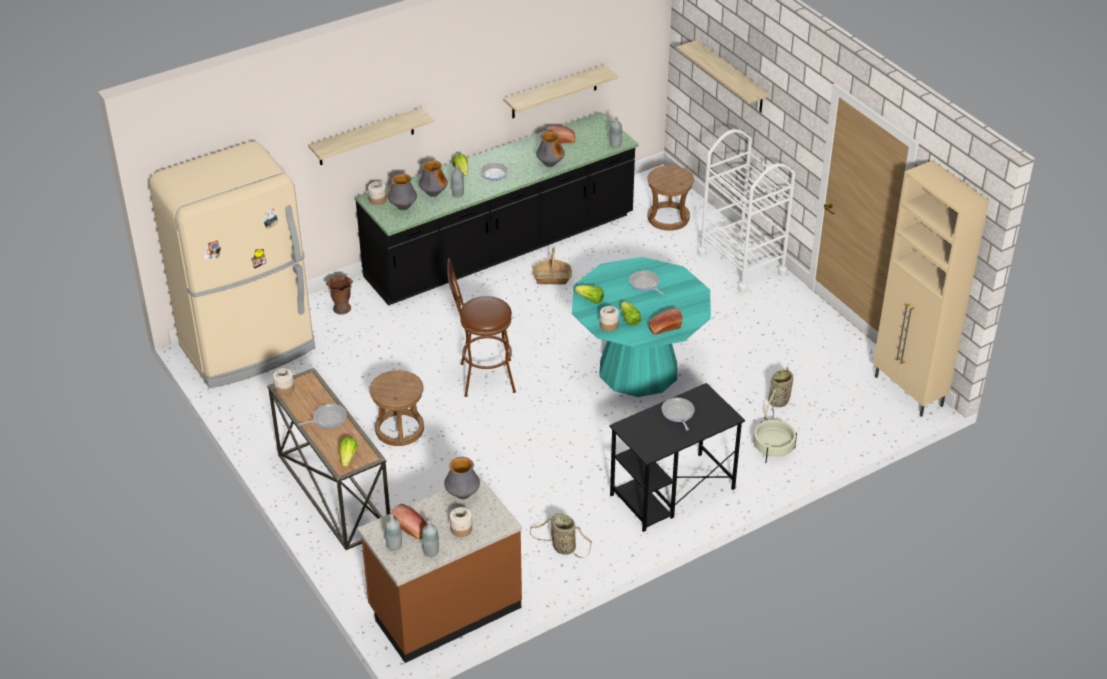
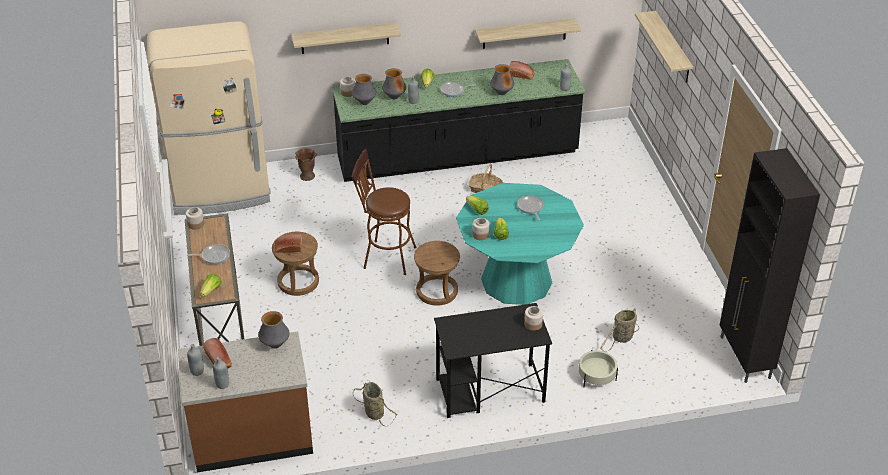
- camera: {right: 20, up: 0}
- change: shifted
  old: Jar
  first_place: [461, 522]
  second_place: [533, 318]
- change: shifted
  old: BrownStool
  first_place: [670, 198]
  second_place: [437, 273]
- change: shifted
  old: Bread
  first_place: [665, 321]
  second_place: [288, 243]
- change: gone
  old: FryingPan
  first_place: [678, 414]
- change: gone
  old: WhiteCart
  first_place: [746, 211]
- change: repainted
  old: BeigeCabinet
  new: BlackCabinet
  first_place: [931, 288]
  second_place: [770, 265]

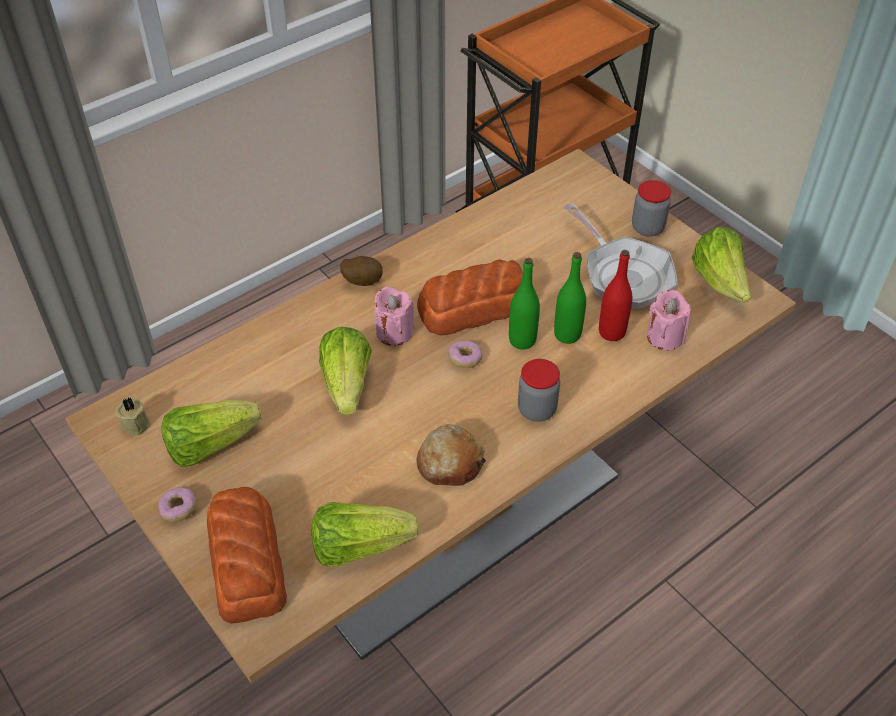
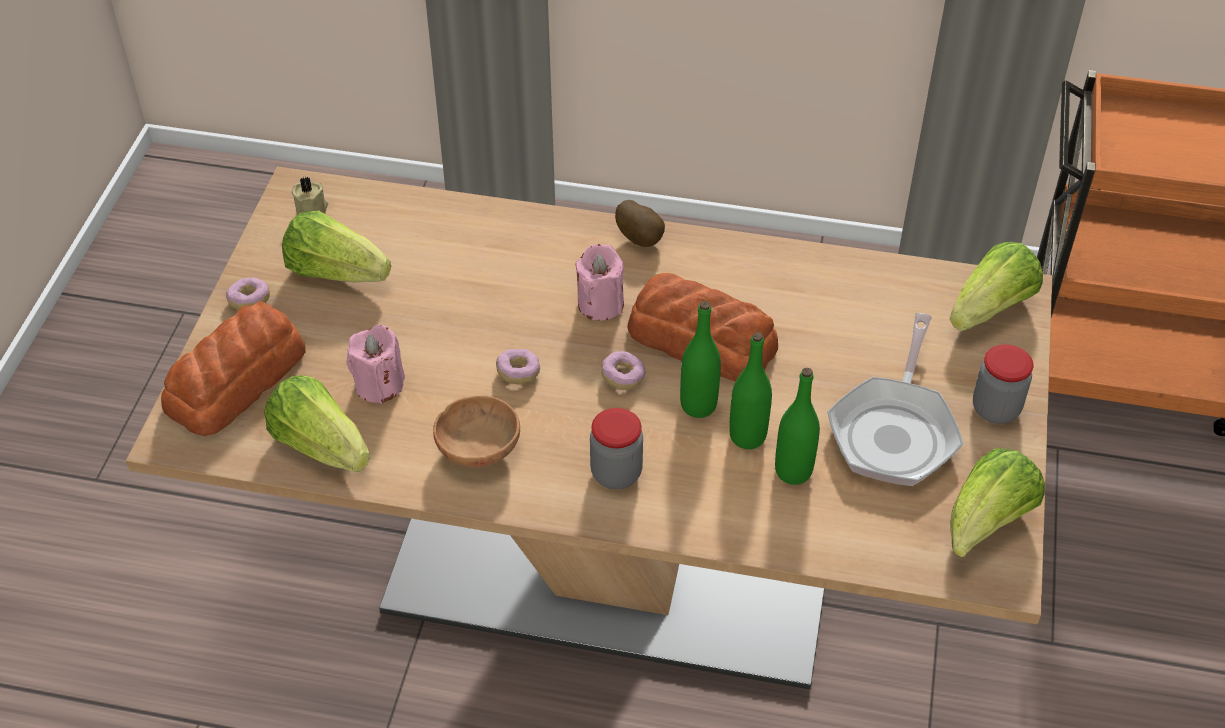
- camera: {right: 50, up: 0}
- change: shifted
  old: Lettuce
  first_place: [345, 371]
  second_place: [996, 286]
- change: swapped
  old: Bread
  new: BrownBowl
  first_place: [451, 455]
  second_place: [476, 431]
- change: repainted
  old: RedBottle
  new: GreenBottle
  first_place: [615, 295]
  second_place: [797, 426]
- change: shifted
  old: PinkCandle
  first_place: [669, 320]
  second_place: [376, 364]
- change: new
  new: Donut
  second_place: [518, 366]

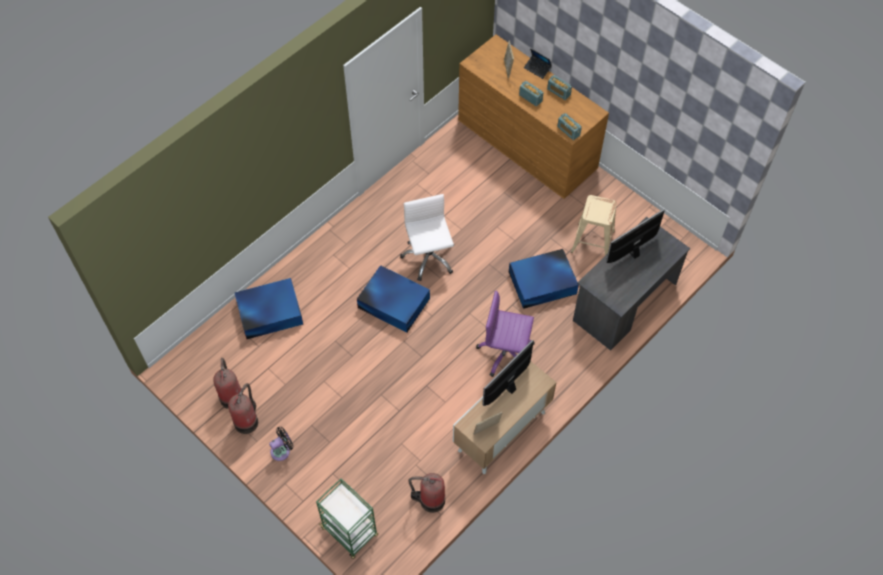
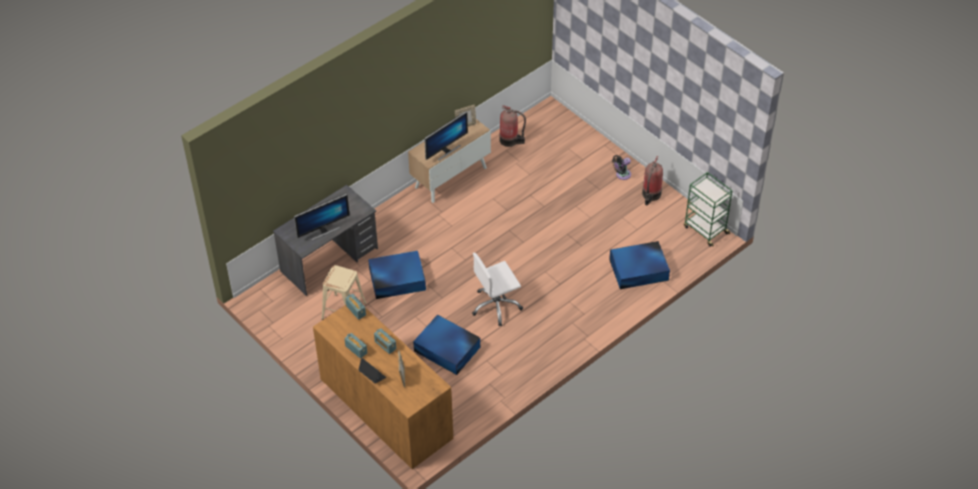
- camera: {right: -175, up: -10}
- change: gone
  old: FireExtinguisher
  first_place: [228, 383]
- change: shifted
  old: GreenCart
  first_place: [347, 518]
  second_place: [708, 209]
- change: shifted
  old: BlueStorageBox
  first_place: [393, 299]
  second_place: [446, 344]
- change: rotated
  old: WhiteOfficeChair
  first_place: [427, 237]
  second_place: [497, 289]
  degrees: 75
- change: gone
  old: PurpleOfficeChair
  first_place: [505, 334]

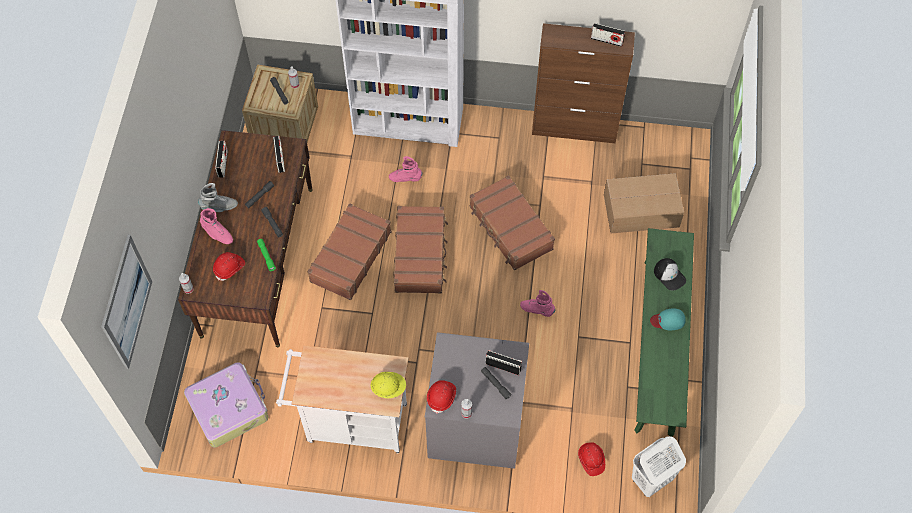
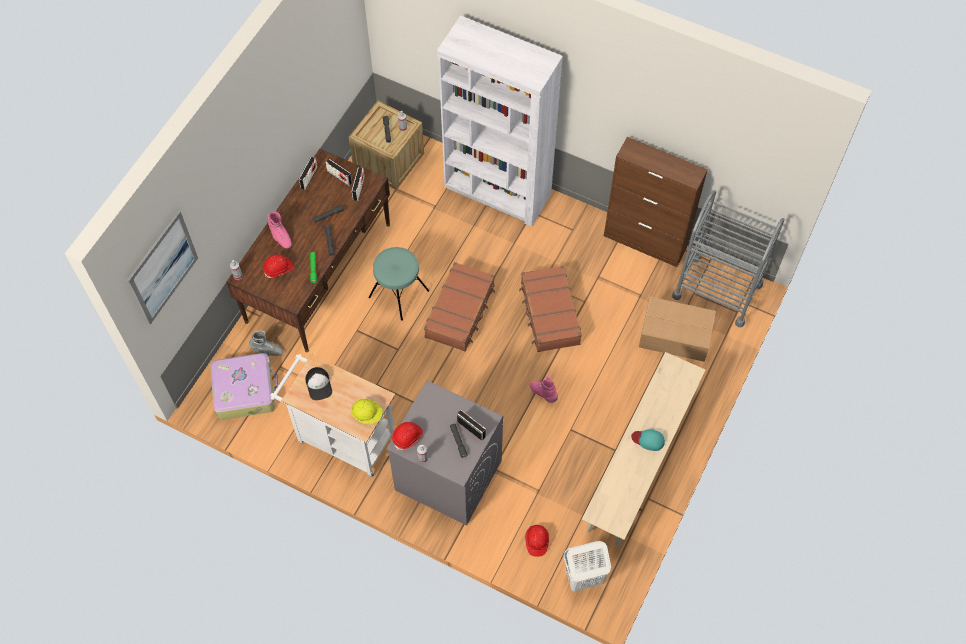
- camera: {right: 20, up: 0}
- change: shifted
  old: GreyBoot
  first_place: [218, 197]
  second_place: [266, 343]
- change: swapped
  old: BrownSuitcase
  new: TurquoiseStool
  first_place: [349, 251]
  second_place: [398, 284]
- change: gone
  old: PinkBoot
  first_place: [405, 169]
- change: shifted
  old: Radio
  first_place: [608, 35]
  second_place: [338, 172]
- change: repainted
  old: GreenBench
  new: BeigeBench
  first_place: [664, 332]
  second_place: [644, 449]
- change: shifted
  old: Cap
  first_place: [670, 274]
  second_place: [318, 383]
- change: new
  new: GreyCart
  second_place: [728, 259]

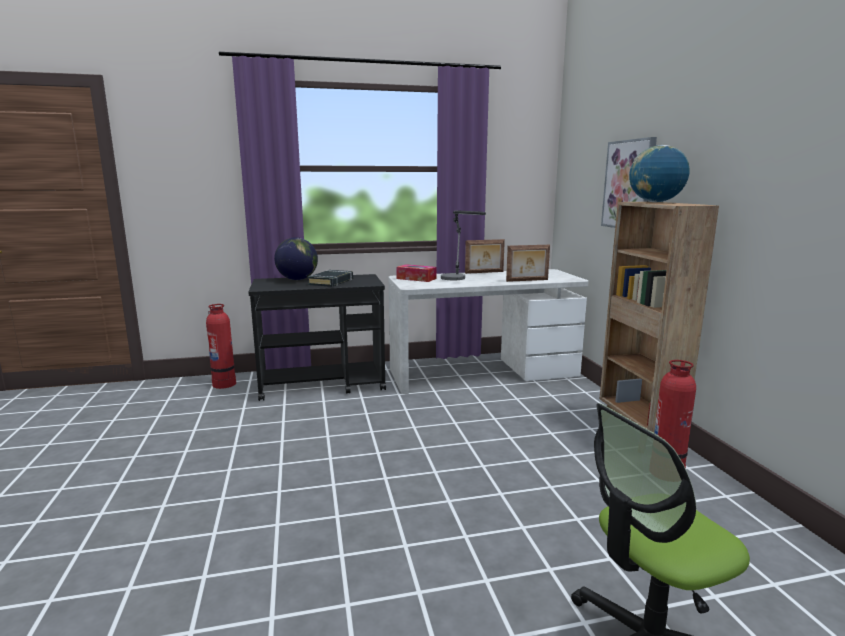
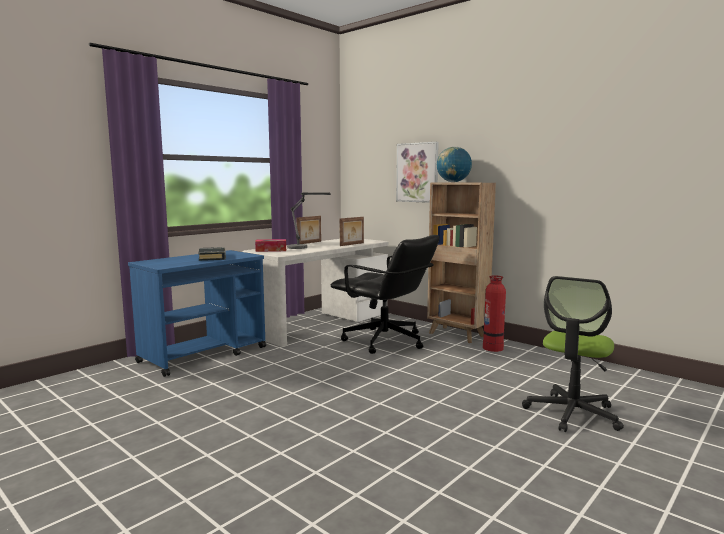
- camera: {right: -35, up: -5}
- change: gone
  old: FireExtinguisher
  first_place: [221, 346]
- change: repainted
  old: BlackCart
  new: BlueCart
  first_place: [317, 337]
  second_place: [197, 313]
- change: gone
  old: Globe
  first_place: [296, 259]
- change: new
  new: BlackOfficeChair
  second_place: [385, 294]

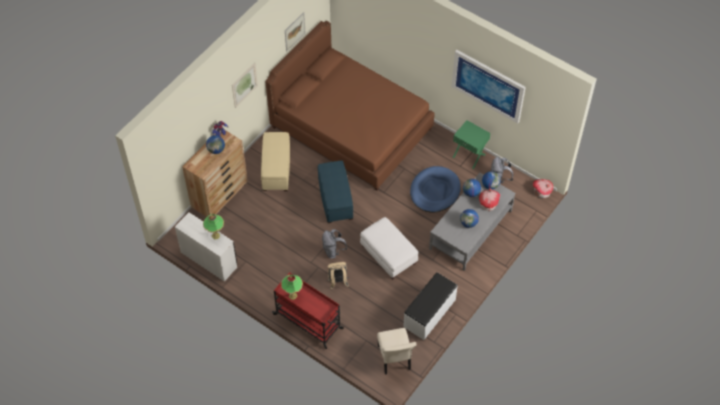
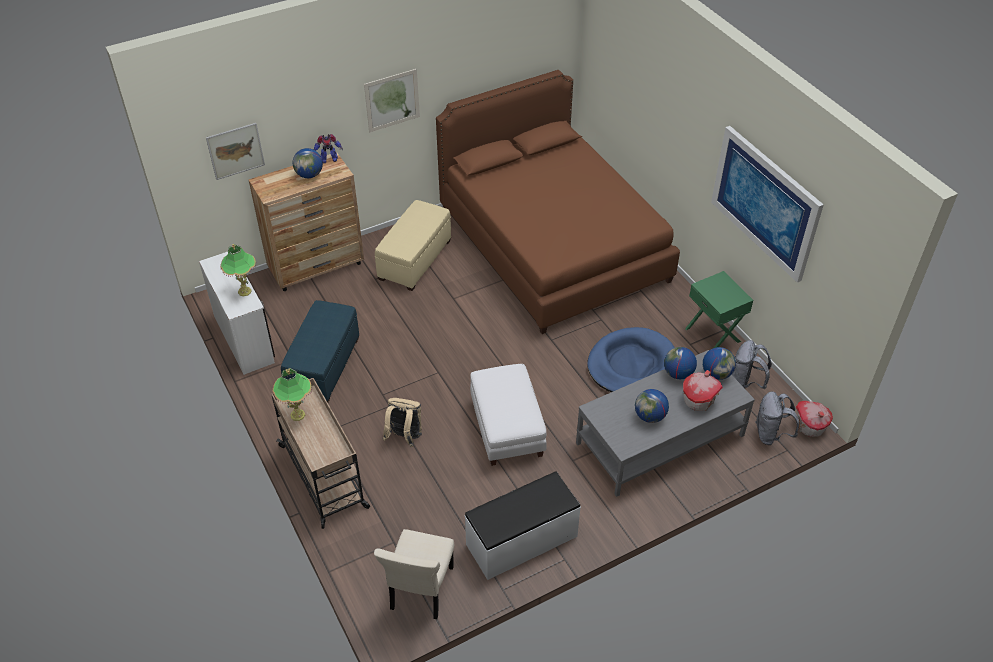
- camera: {right: 25, up: -10}
- change: repainted
  old: RedCart
  new: BeigeCart
  first_place: [308, 310]
  second_place: [320, 453]
- change: shifted
  old: Picture
  first_place: [295, 31]
  second_place: [235, 151]
- change: shifted
  old: BlueOttoman
  first_place: [335, 192]
  second_place: [320, 351]
- change: shifted
  old: GreyBackpack
  first_place: [334, 244]
  second_place: [777, 418]

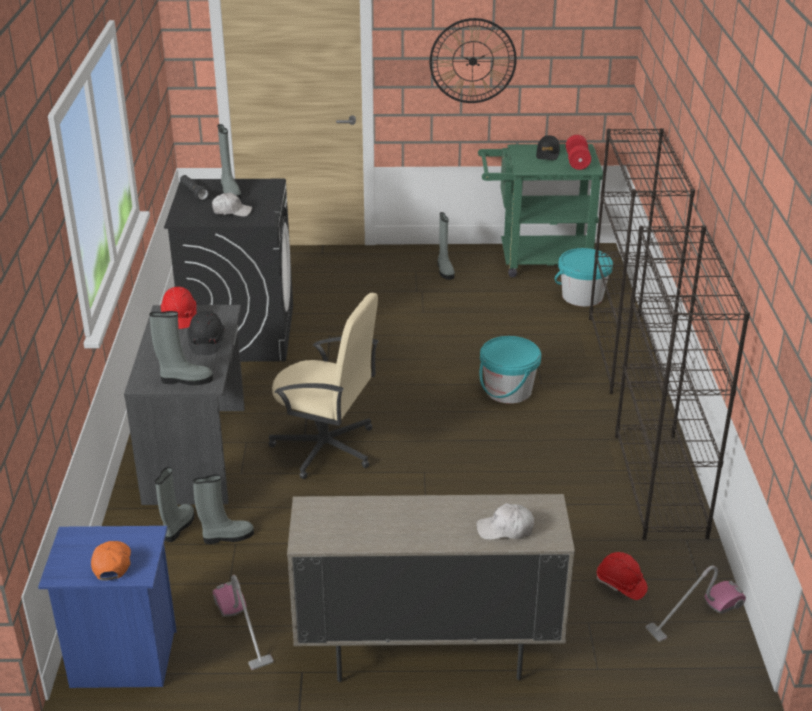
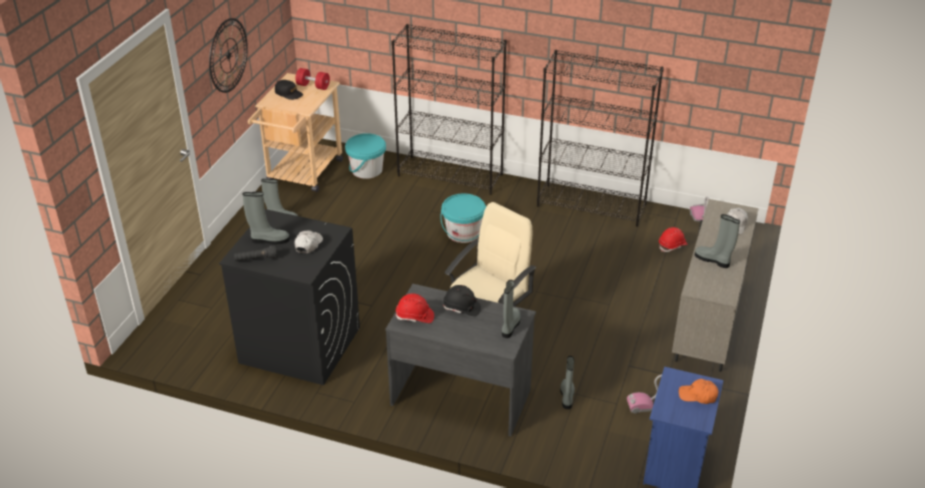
- camera: {right: -70, up: 5}
- change: shifted
  old: GreyBoot
  first_place: [174, 504]
  second_place: [717, 241]
- change: repainted
  old: GreenCart
  new: BeigeCart
  first_place: [540, 211]
  second_place: [295, 132]

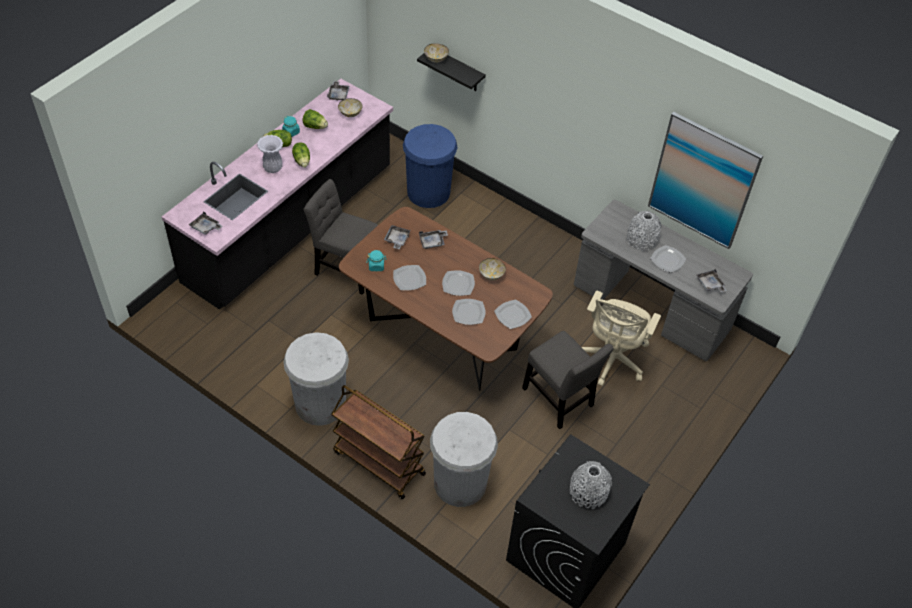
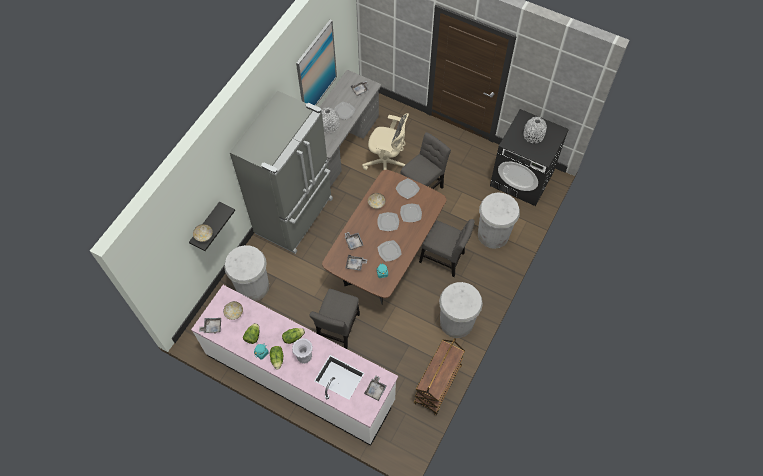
- camera: {right: -95, up: 10}
- change: repainted
  old: BlackCounter
  new: WhiteCounter
  first_place: [277, 194]
  second_place: [294, 365]
- change: shifted
  old: BrownCart
  first_place: [378, 442]
  second_place: [439, 376]
- change: repainted
  old: BlueTrashCan
  new: WhiteTrashCan
  first_place: [430, 166]
  second_place: [246, 273]
- change: new
  new: GreyFridge
  second_place: [281, 172]
- change: new
  new: GreyChair
  second_place: [447, 248]

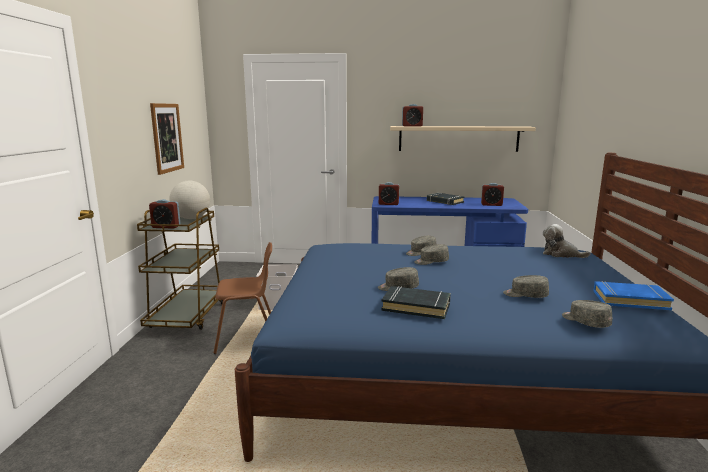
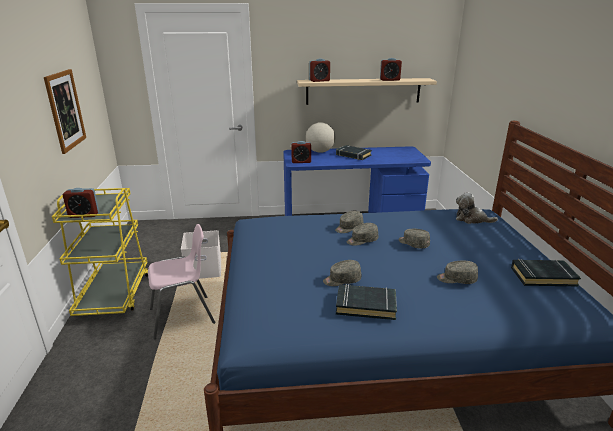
- camera: {right: -10, up: 10}
- change: repainted
  old: BrownCart
  new: YellowCart
  first_place: [180, 269]
  second_place: [100, 252]
- change: shifted
  old: Globe
  first_place: [189, 200]
  second_place: [320, 137]
- change: repainted
  old: BrownChair
  new: PinkChair
  first_place: [243, 298]
  second_place: [182, 281]
- change: shifted
  old: AlarmClock
  first_place: [492, 194]
  second_place: [391, 69]
- change: shifted
  old: GreyCap
  first_place: [587, 314]
  second_place: [414, 238]
- change: repainted
  old: BlueBook
  new: BlackBook
  first_place: [633, 295]
  second_place: [546, 272]

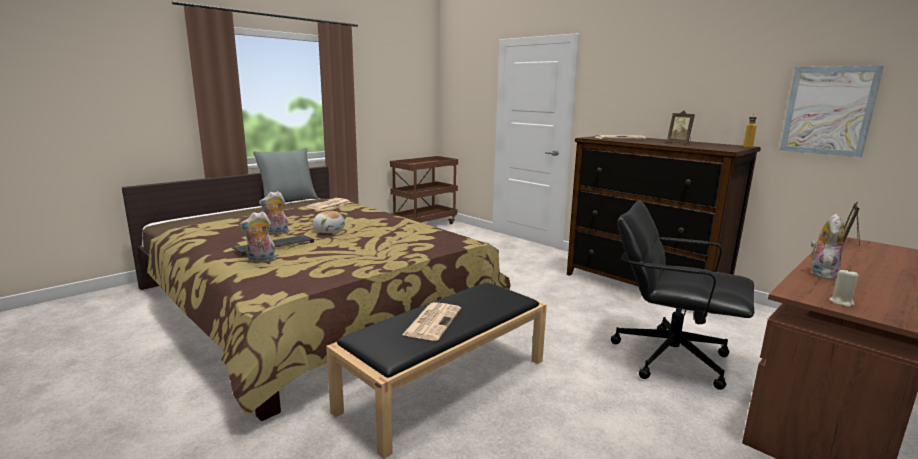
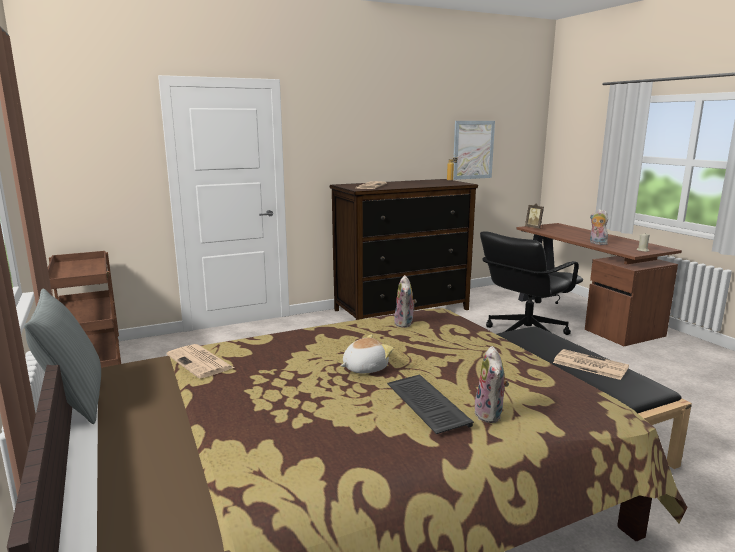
- camera: {right: -70, up: 0}
- change: shifted
  old: PlushToy
  first_place: [274, 213]
  second_place: [405, 301]
- change: gone
  old: PictureFrame
  first_place: [681, 127]

